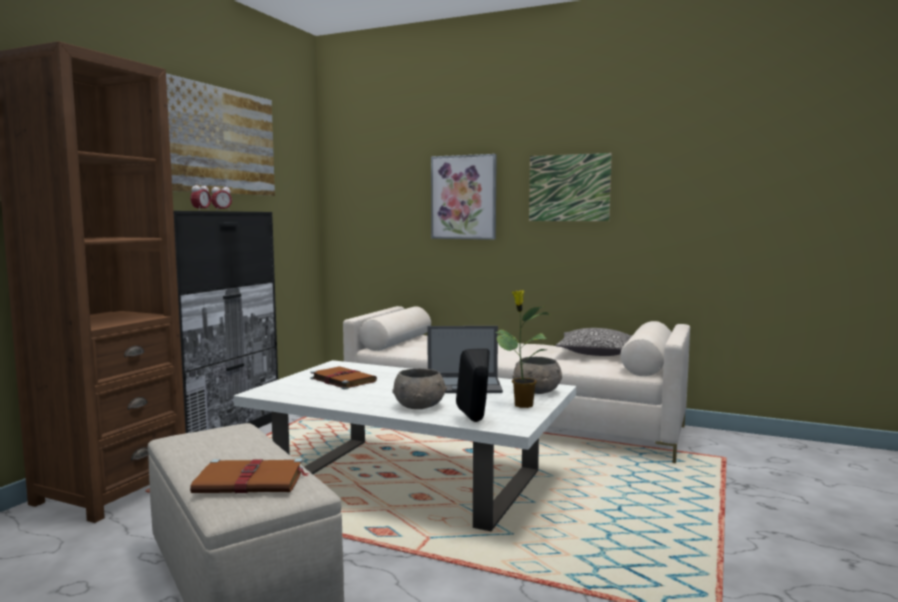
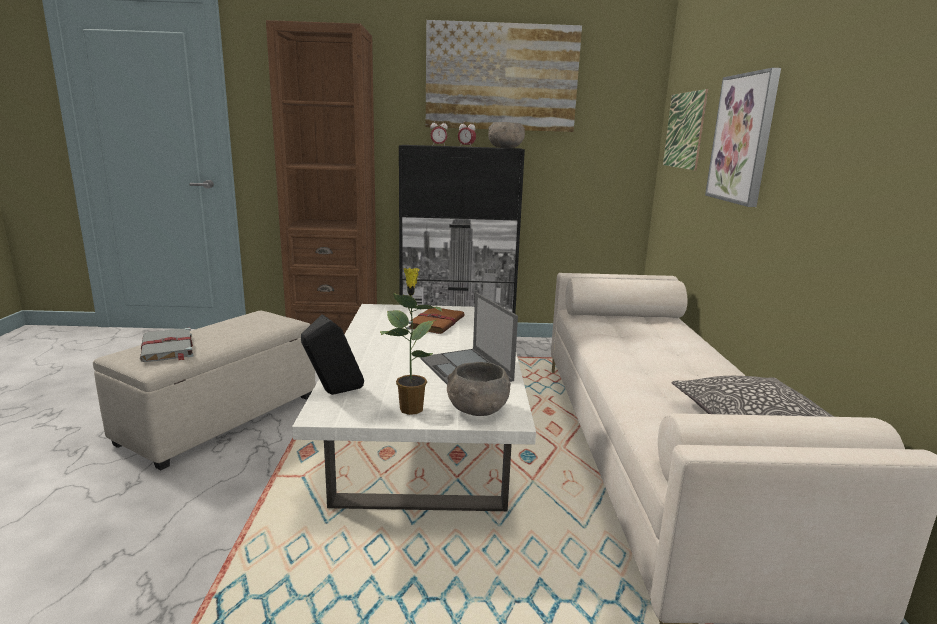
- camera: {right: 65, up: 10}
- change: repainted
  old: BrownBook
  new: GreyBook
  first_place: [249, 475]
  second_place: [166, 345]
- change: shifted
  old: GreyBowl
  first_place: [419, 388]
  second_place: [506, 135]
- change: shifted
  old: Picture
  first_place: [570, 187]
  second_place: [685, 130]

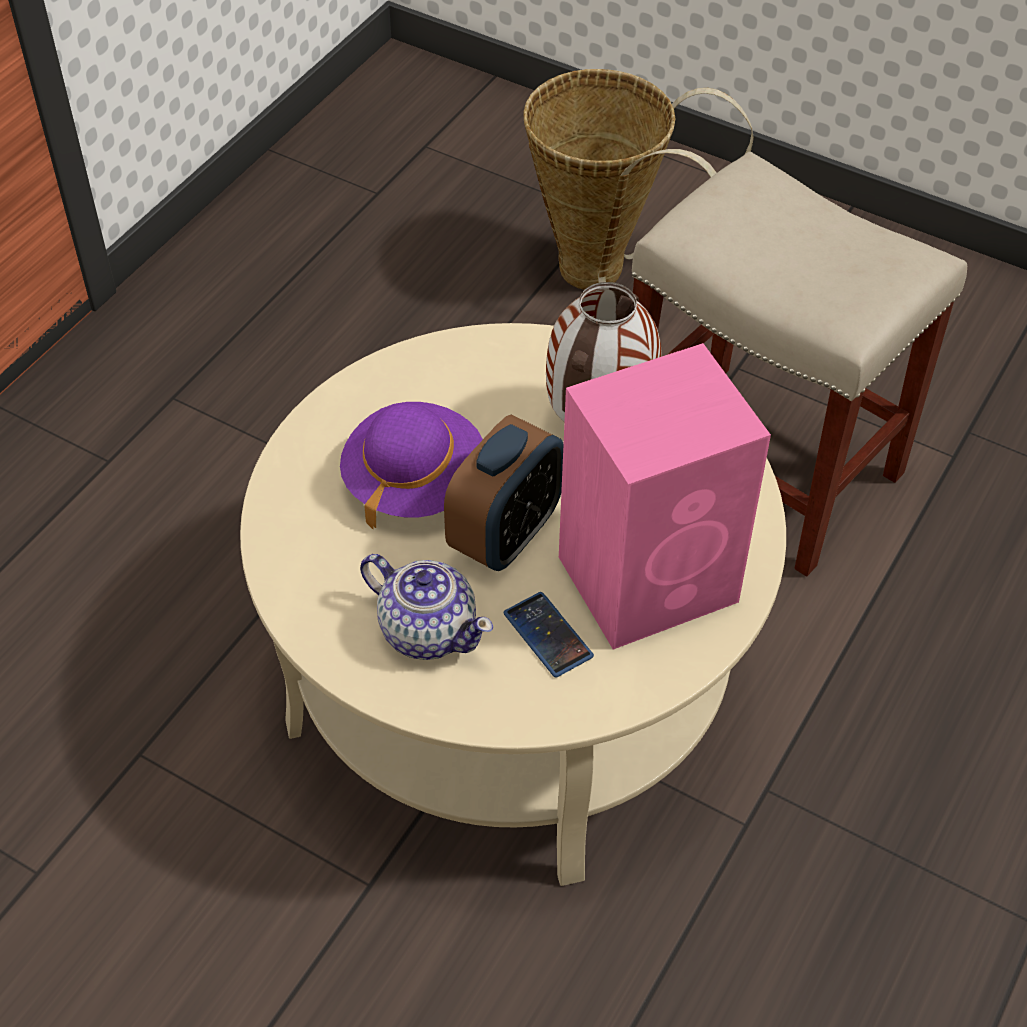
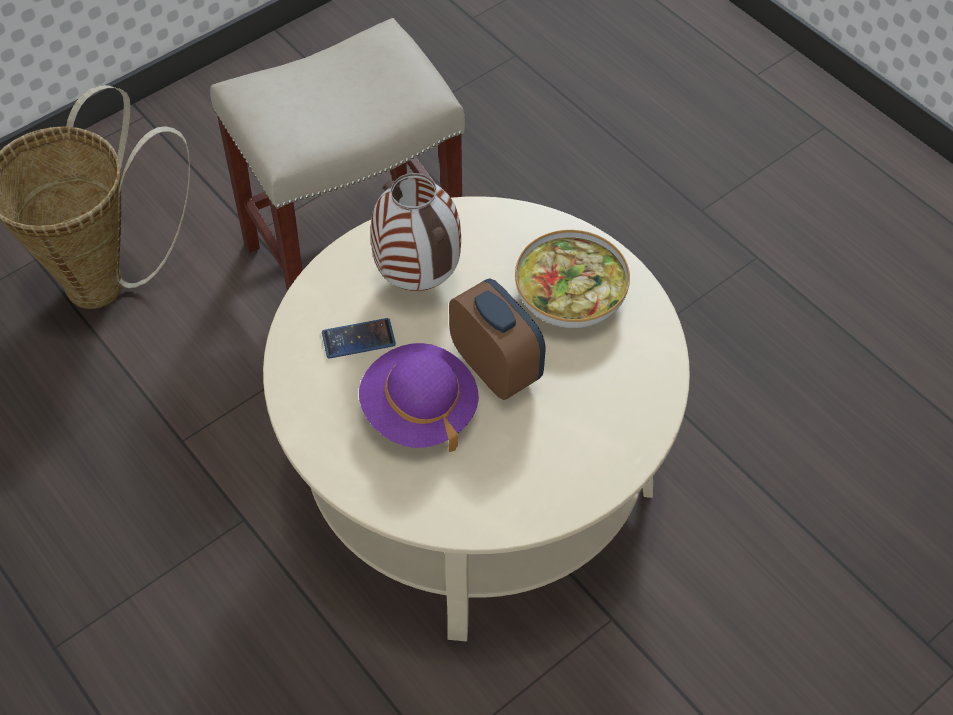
- camera: {right: -70, up: 5}
- change: gone
  old: Teapot
  first_place: [426, 607]
- change: shifted
  old: Phone
  first_place: [549, 635]
  second_place: [359, 338]
- change: swapped
  old: PinkSpeaker
  new: Bowl
  first_place: [665, 496]
  second_place: [572, 279]

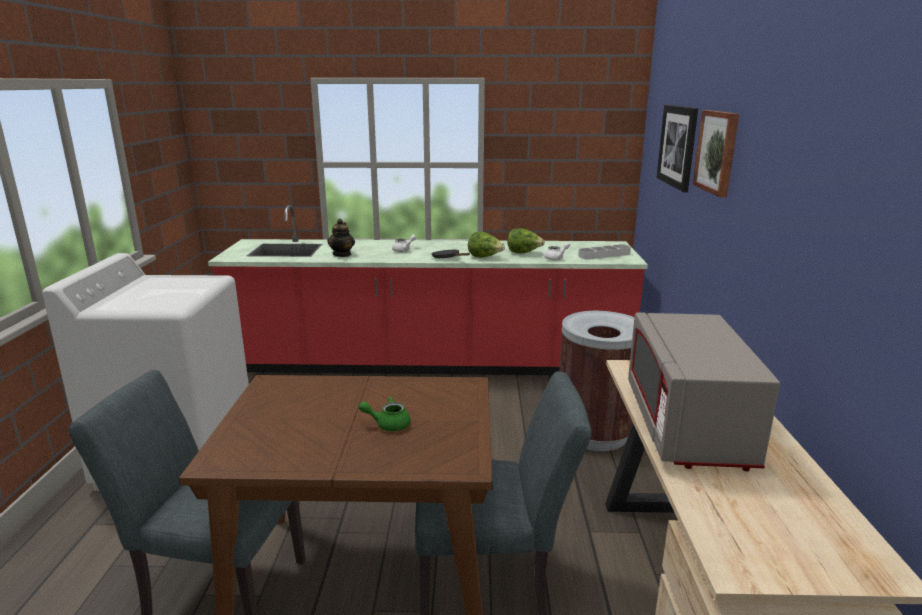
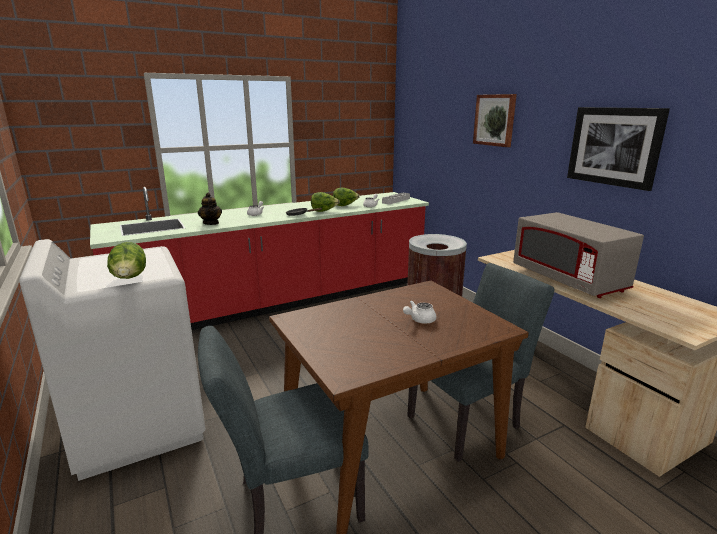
- camera: {right: -30, up: 0}
- change: repainted
  old: GreenTeapot
  new: WhiteTeapot
  first_place: [384, 413]
  second_place: [419, 312]
- change: shifted
  old: Picture
  first_place: [677, 148]
  second_place: [618, 149]
- change: new
  new: Lettuce
  second_place: [126, 260]

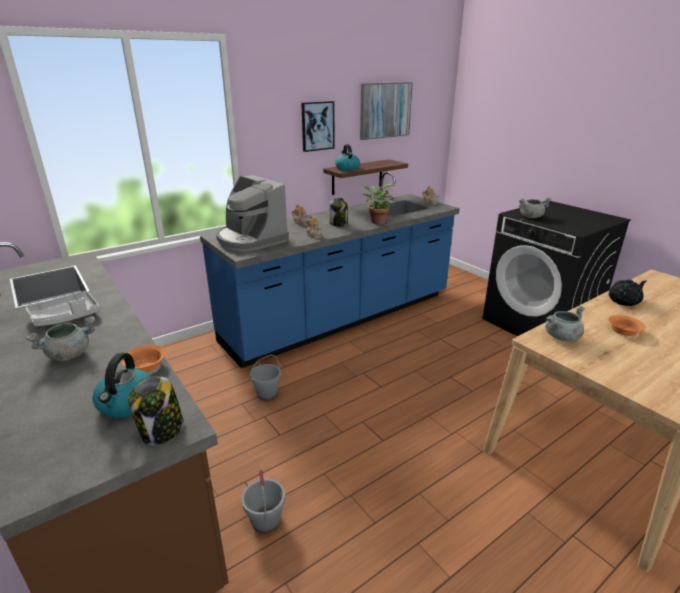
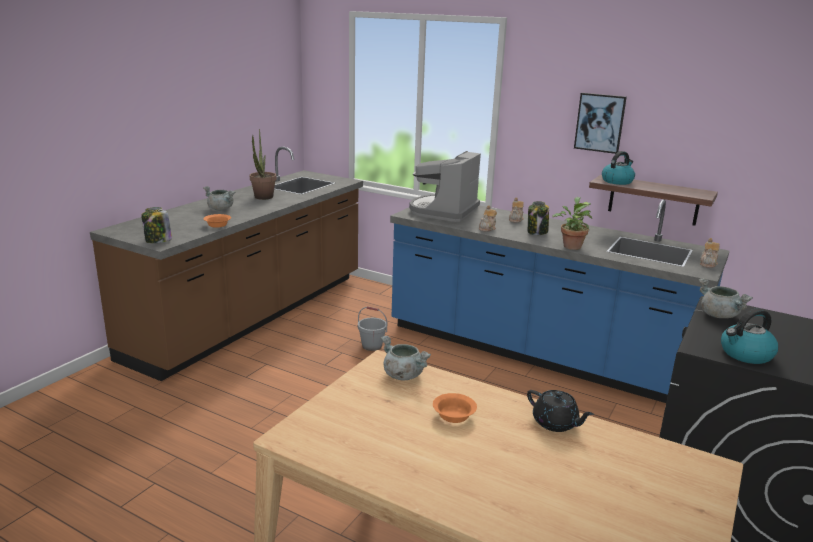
- camera: {right: 65, up: -5}
- change: swapped
  old: GreyTray
  new: PottedPlant
  first_place: [63, 308]
  second_place: [263, 164]
- change: shifted
  old: Kettle
  first_place: [121, 385]
  second_place: [749, 336]
- change: gone
  old: GreyBucket
  first_place: [263, 500]
- change: gone
  old: Picture
  first_place: [386, 111]

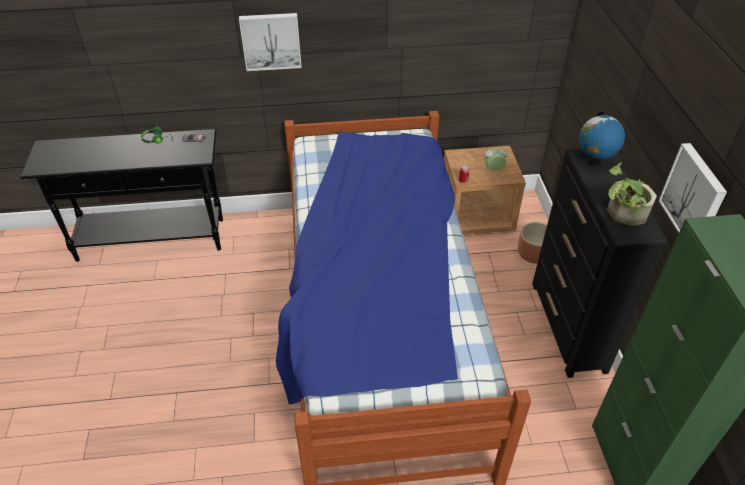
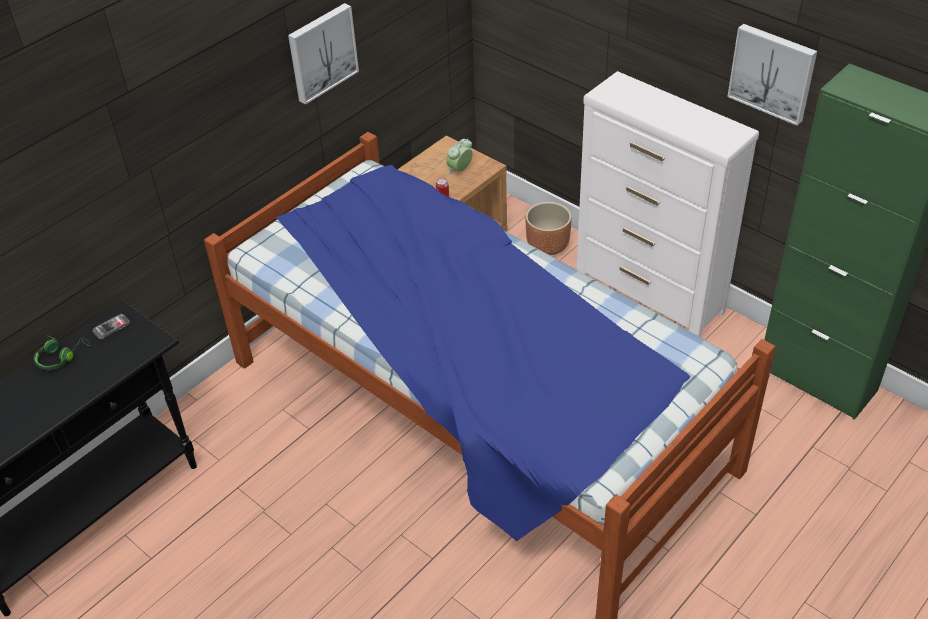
- camera: {right: -40, up: 0}
- change: shifted
  old: Picture
  first_place: [270, 42]
  second_place: [323, 54]
- change: repainted
  old: BlackDresser
  new: WhiteDresser
  first_place: [599, 263]
  second_place: [668, 204]
- change: gone
  old: Globe
  first_place: [602, 139]
- change: gone
  old: PottedPlant
  first_place: [632, 194]

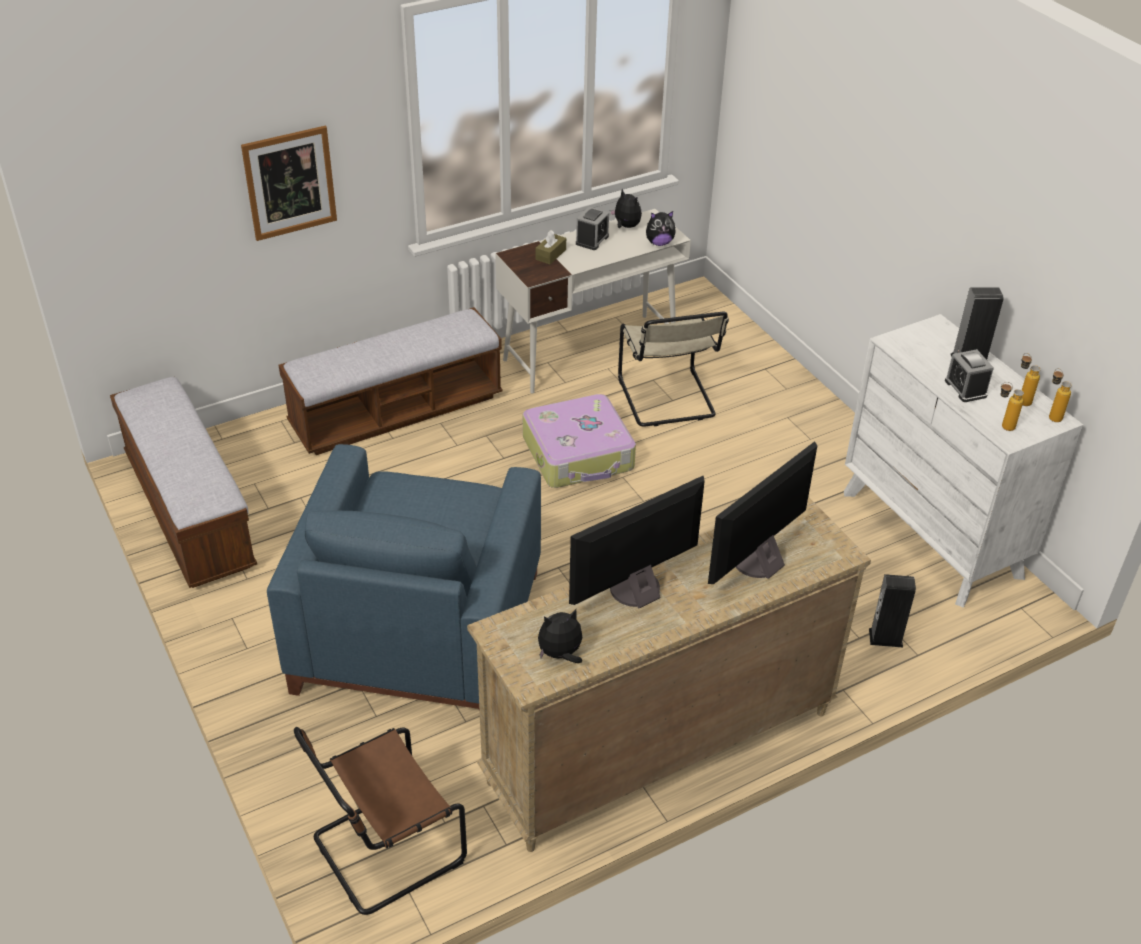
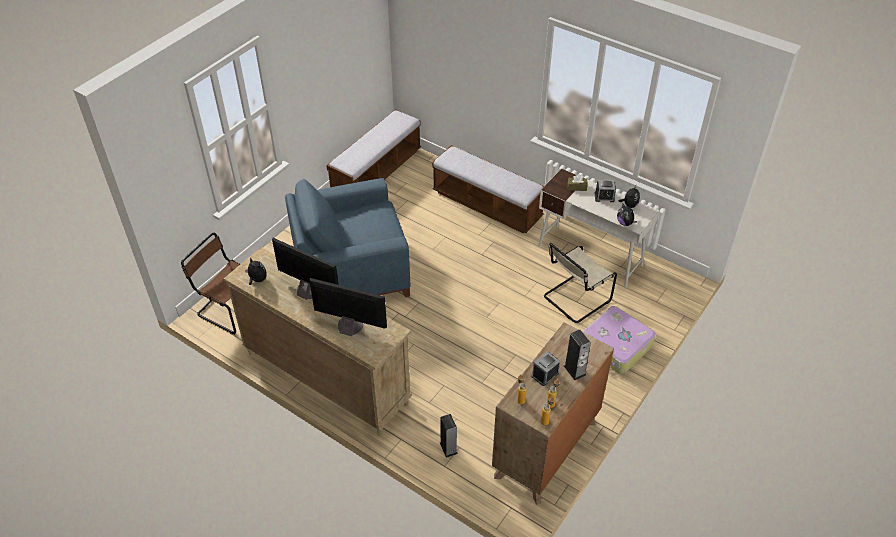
- camera: {right: 65, up: 5}
- change: gone
  old: Picture
  first_place: [289, 183]
- change: shifted
  old: Suitcase
  first_place: [579, 441]
  second_place: [619, 340]
- change: repainted
  old: WhiteDresser
  new: BrownDresser
  first_place: [963, 461]
  second_place: [553, 414]

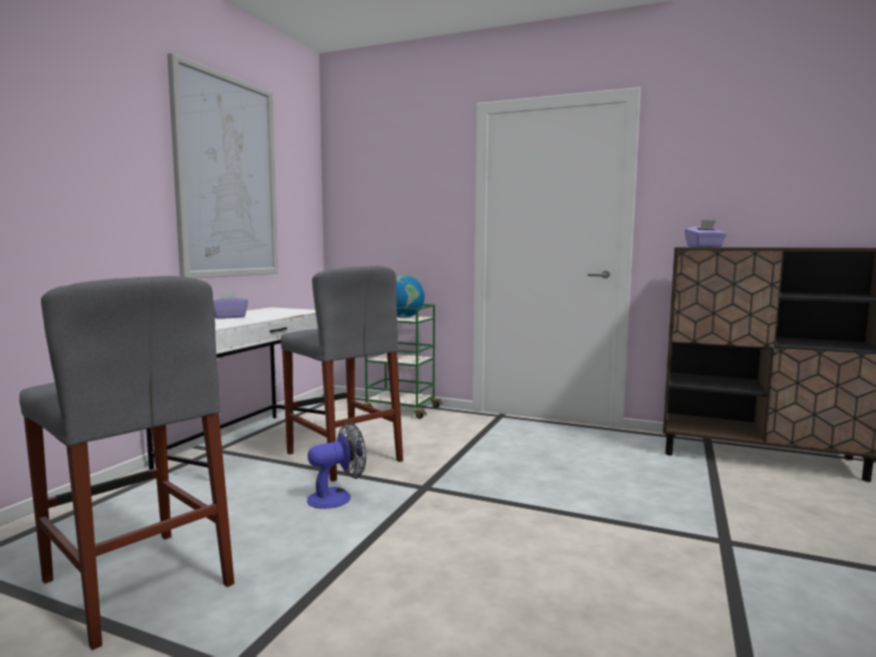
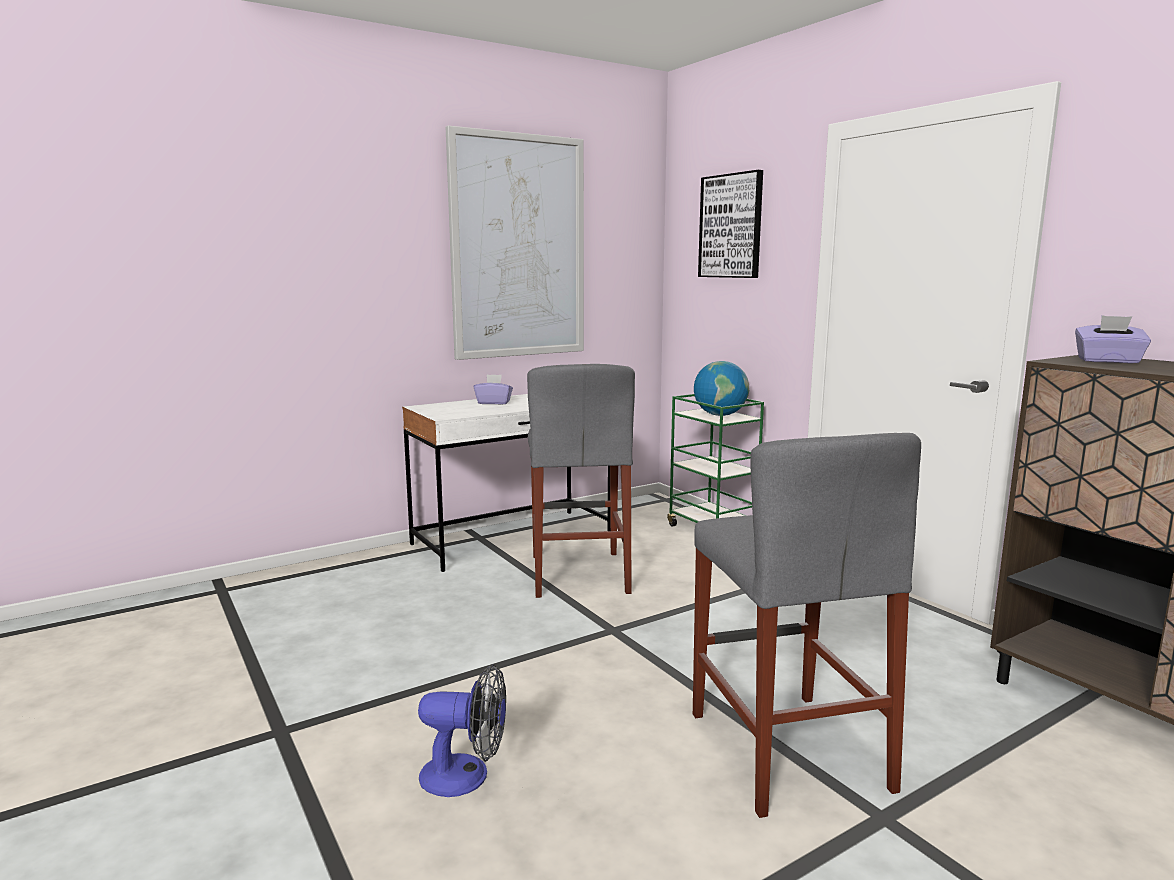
- camera: {right: 35, up: 5}
- change: shifted
  old: GreyStool
  first_place: [126, 463]
  second_place: [807, 625]
- change: shifted
  old: Fan
  first_place: [336, 465]
  second_place: [462, 730]
- change: new
  new: Picture
  second_place: [730, 224]

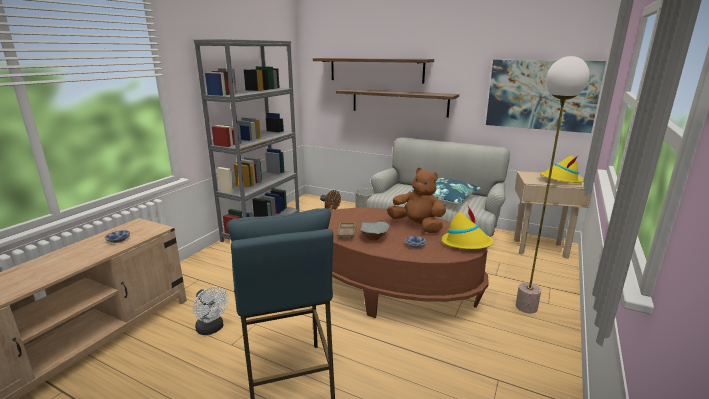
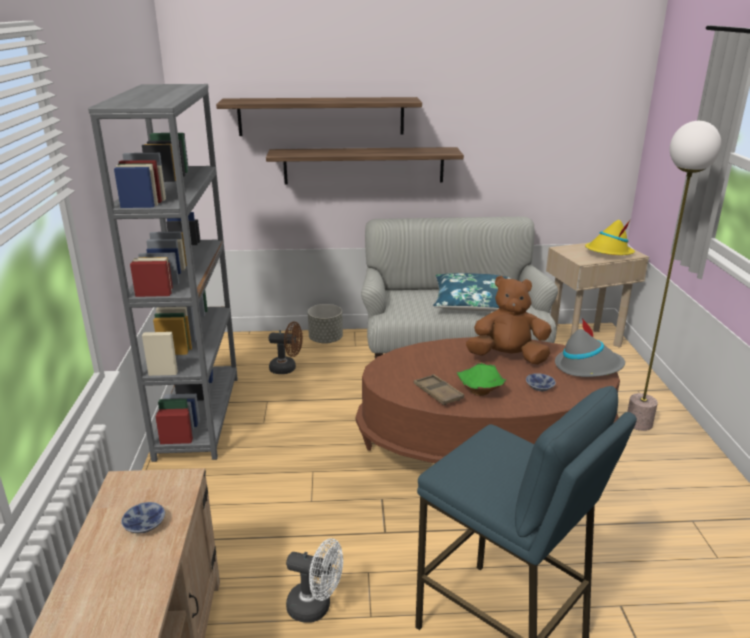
- camera: {right: -30, up: 5}
- change: repainted
  old: GreyBowl
  new: GreenBowl
  first_place: [374, 230]
  second_place: [481, 379]
- change: repainted
  old: YellowHat
  new: GreyHat
  first_place: [468, 227]
  second_place: [590, 347]
- change: gone
  old: Picture
  first_place: [546, 96]

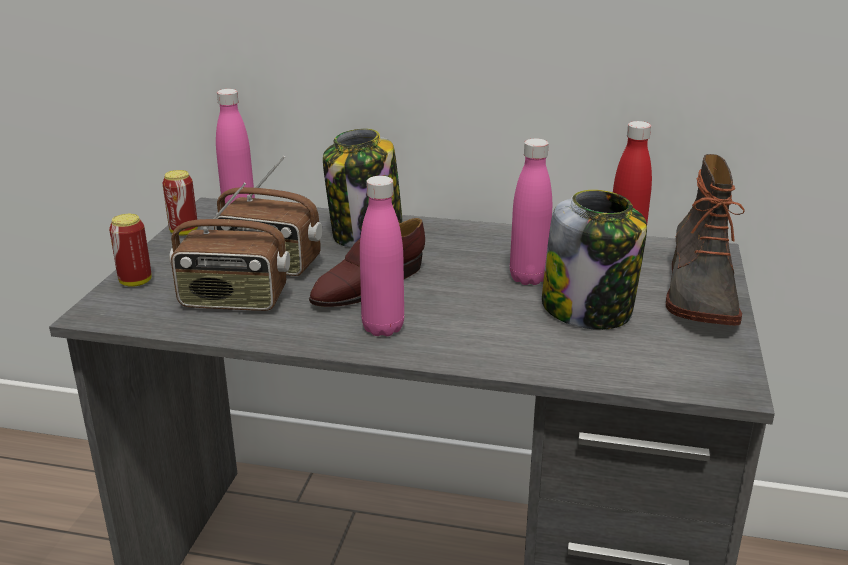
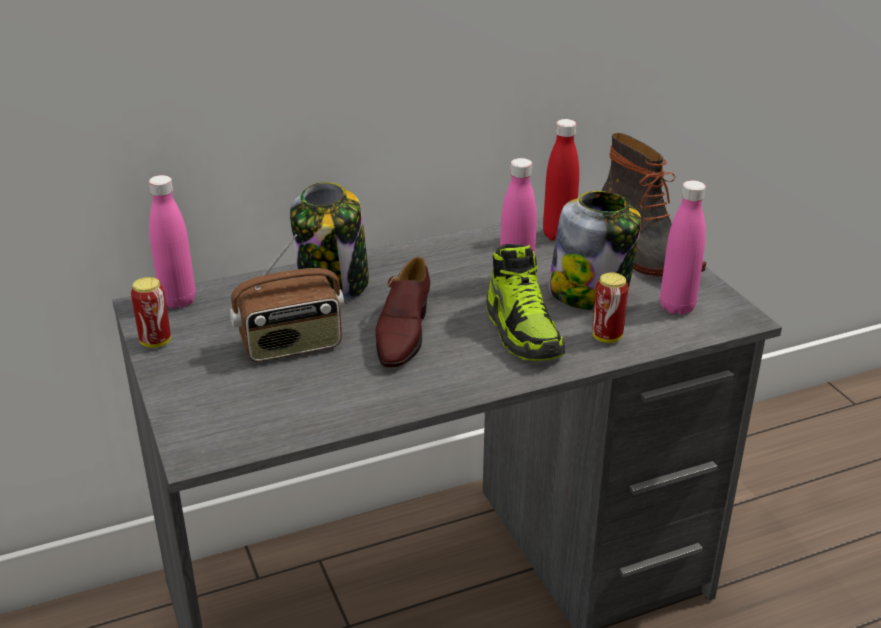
- camera: {right: -35, up: 5}
- change: shifted
  old: Can
  first_place: [130, 250]
  second_place: [610, 307]
- change: gone
  old: Radio
  first_place: [229, 247]
- change: shifted
  old: PinkBottle
  first_place: [382, 256]
  second_place: [683, 247]
- change: new
  new: Shoe
  second_place: [525, 302]

